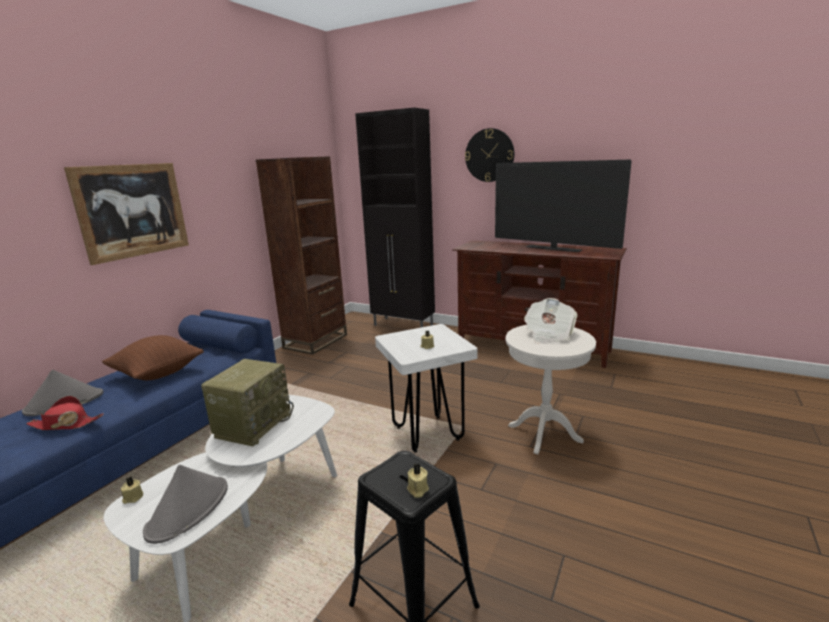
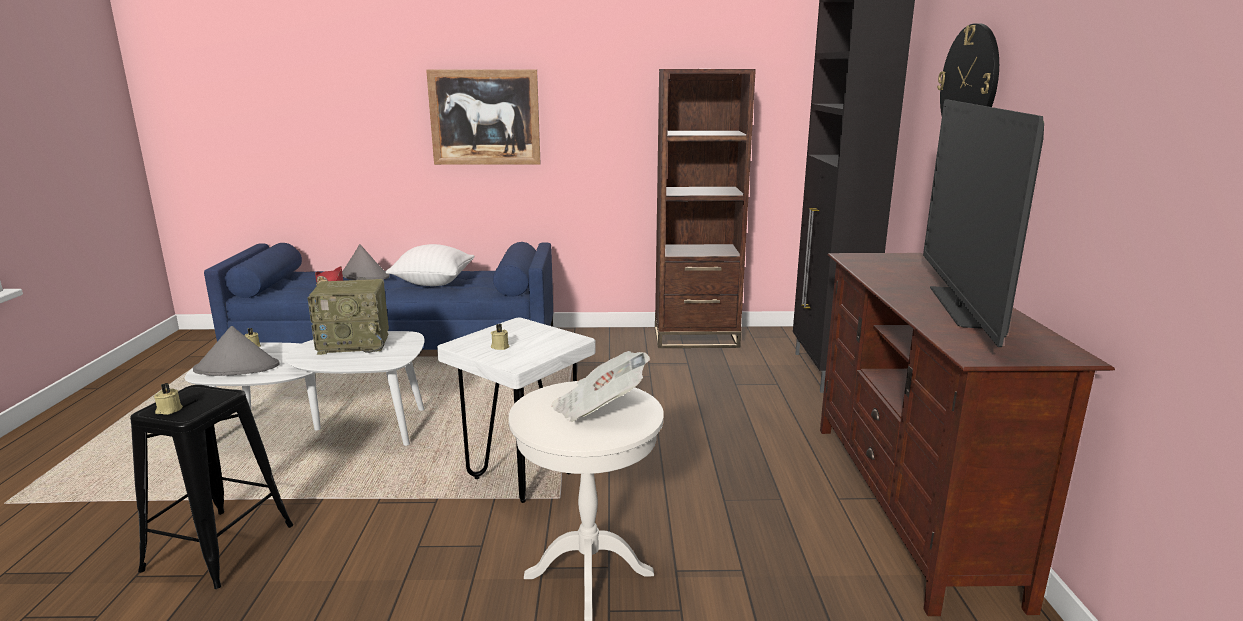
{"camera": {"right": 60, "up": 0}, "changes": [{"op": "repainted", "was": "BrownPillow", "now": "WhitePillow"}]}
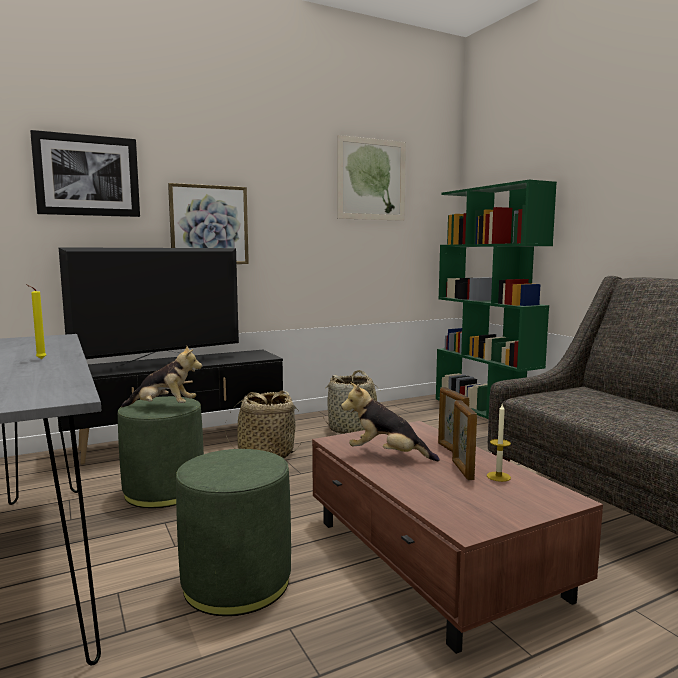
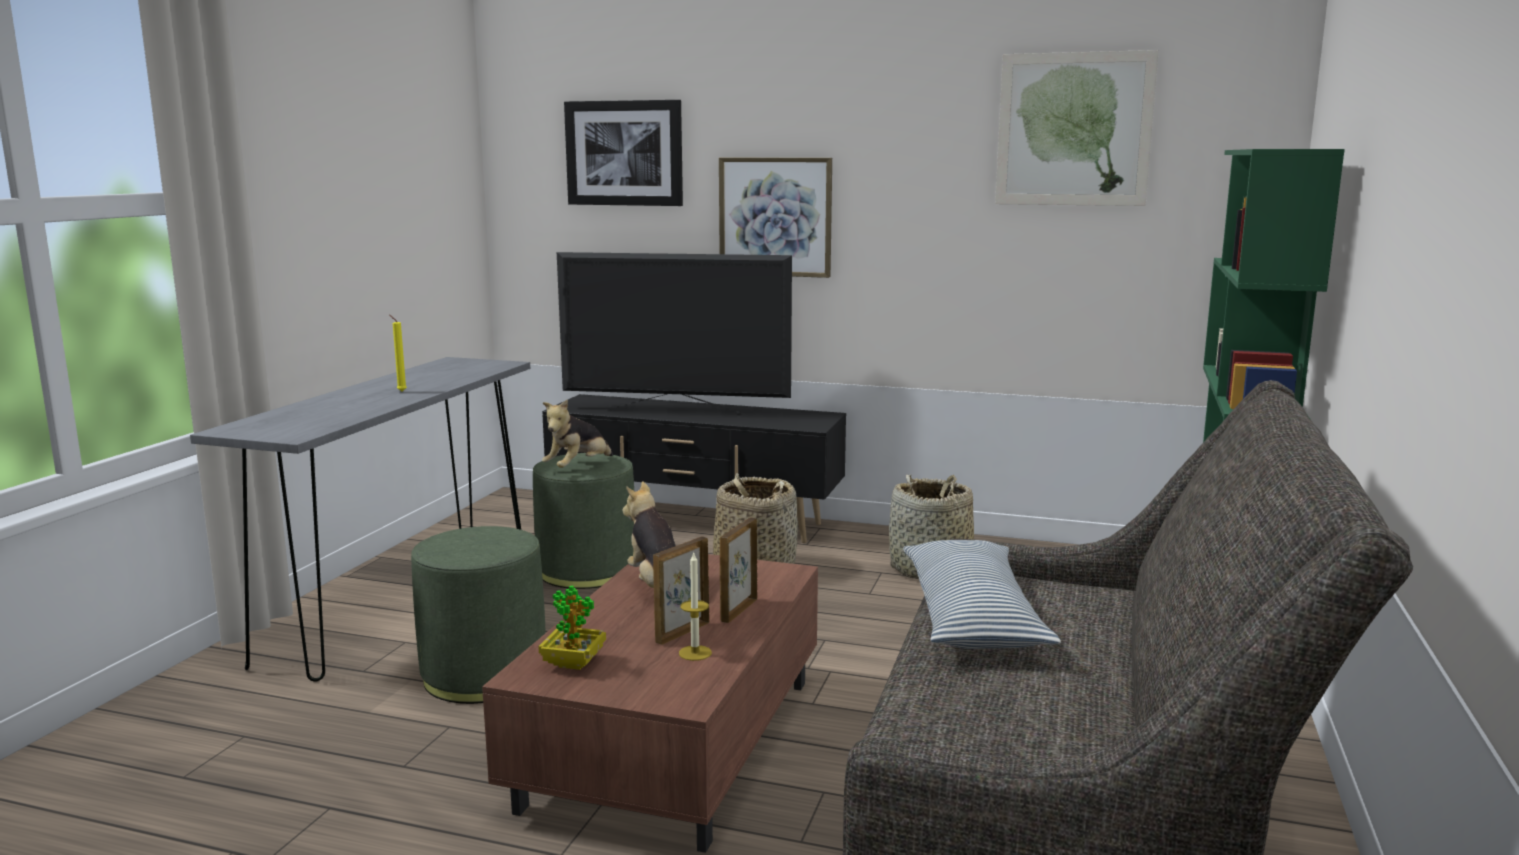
{"camera": {"right": 45, "up": 5}, "changes": [{"op": "rotated", "was": "PlushToy (no. 1 from left)", "clockwise": 75}, {"op": "new", "now": "Pillow"}, {"op": "new", "now": "PottedPlant"}]}
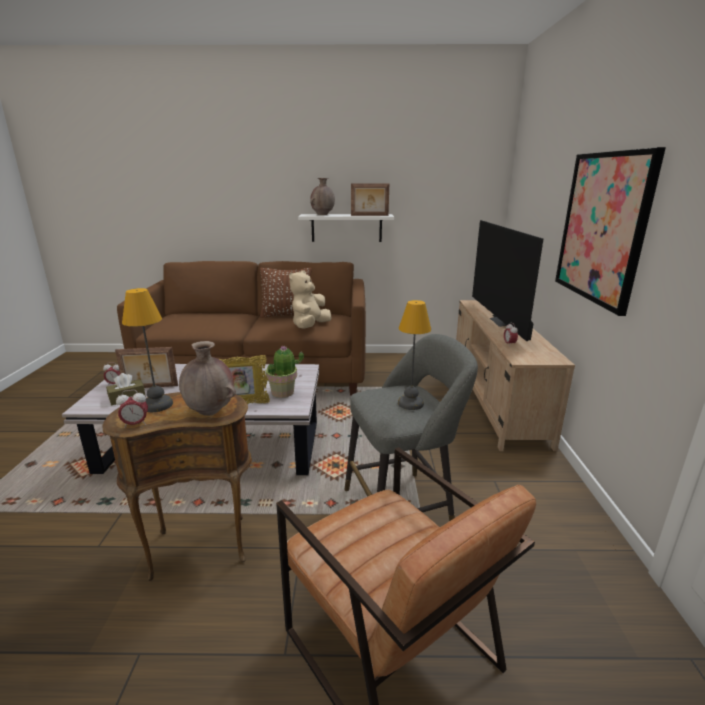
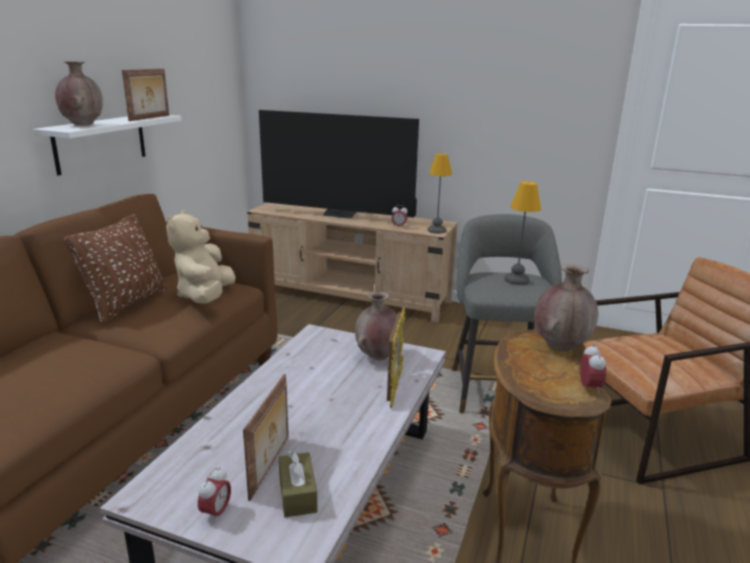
{"camera": {"right": -70, "up": 0}, "changes": [{"op": "gone", "was": "Picture"}, {"op": "rotated", "was": "BeigePlushToy", "clockwise": 45}, {"op": "shifted", "was": "TableLamp (no. 1 from left)"}, {"op": "swapped", "was": "PottedPlant", "now": "BrownVase (no. 2 from left)"}]}
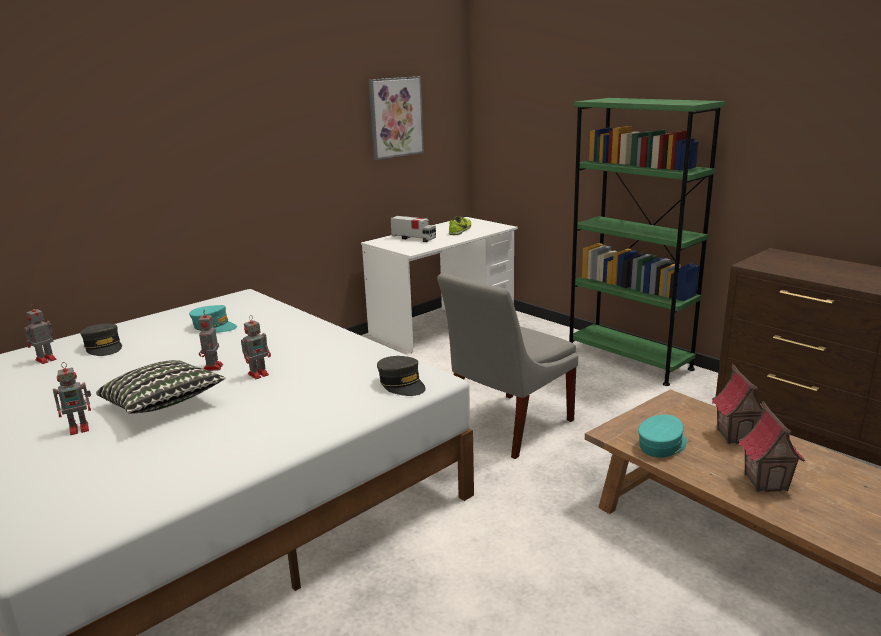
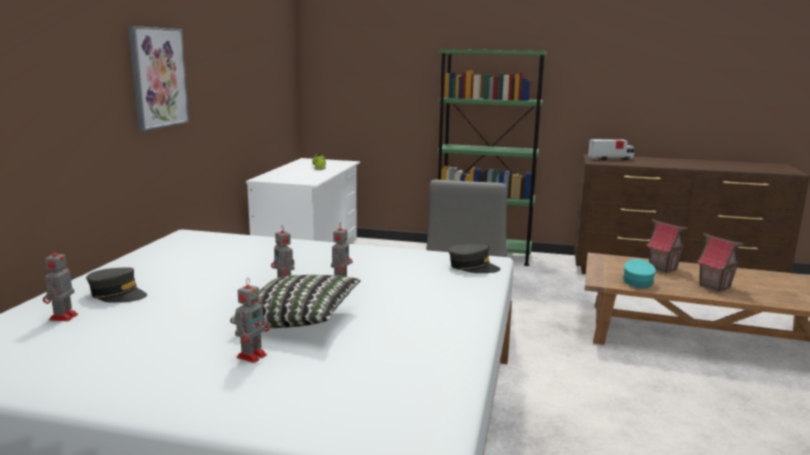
{"camera": {"right": -35, "up": -5}, "changes": [{"op": "shifted", "was": "Picture"}, {"op": "shifted", "was": "ToyTruck"}, {"op": "gone", "was": "TurquoiseCap (no. 1 from left)"}]}
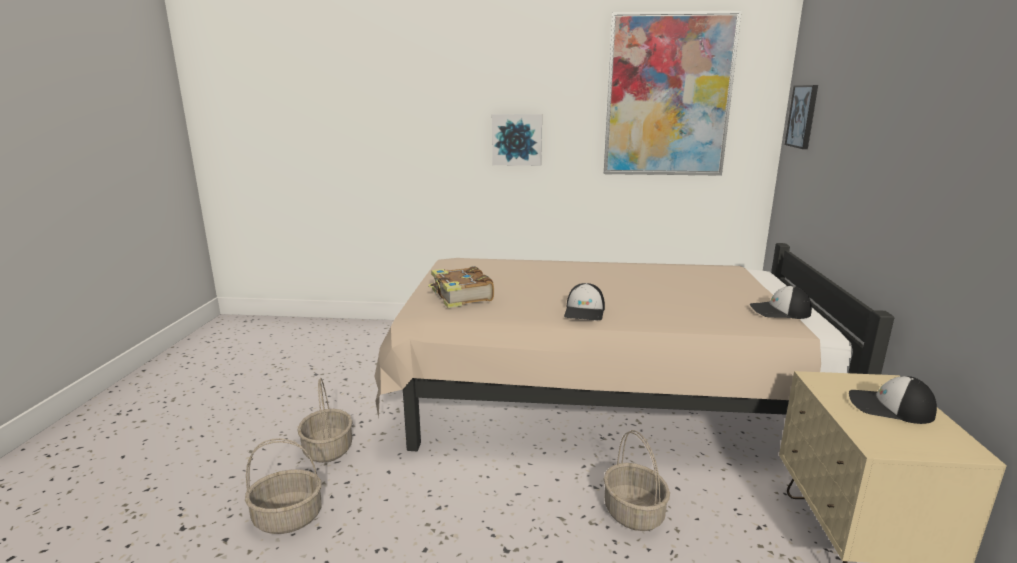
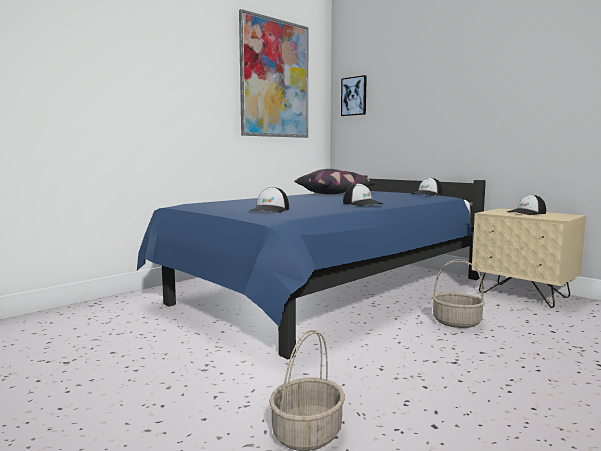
{"camera": {"right": -50, "up": -10}, "changes": [{"op": "gone", "was": "Picture (no. 1 from left)"}, {"op": "repainted", "was": "BeigeBed", "now": "BlueBed"}, {"op": "swapped", "was": "Book", "now": "Cap (no. 1 from left)"}, {"op": "gone", "was": "Basket (no. 2 from left)"}, {"op": "new", "now": "Pillow"}]}
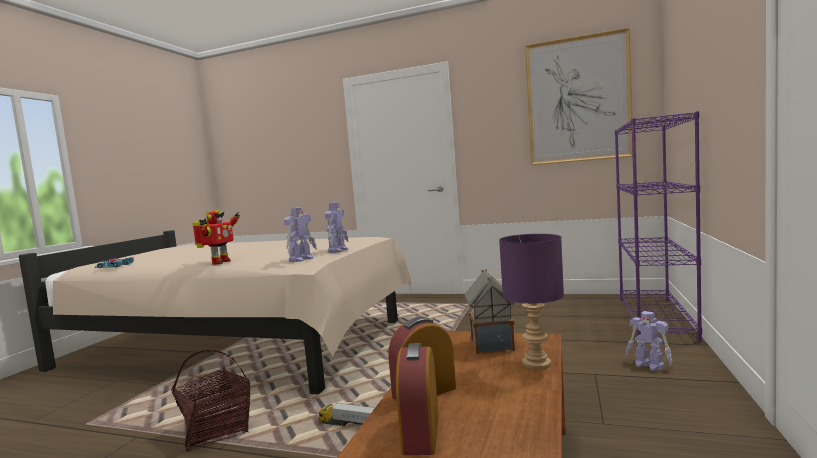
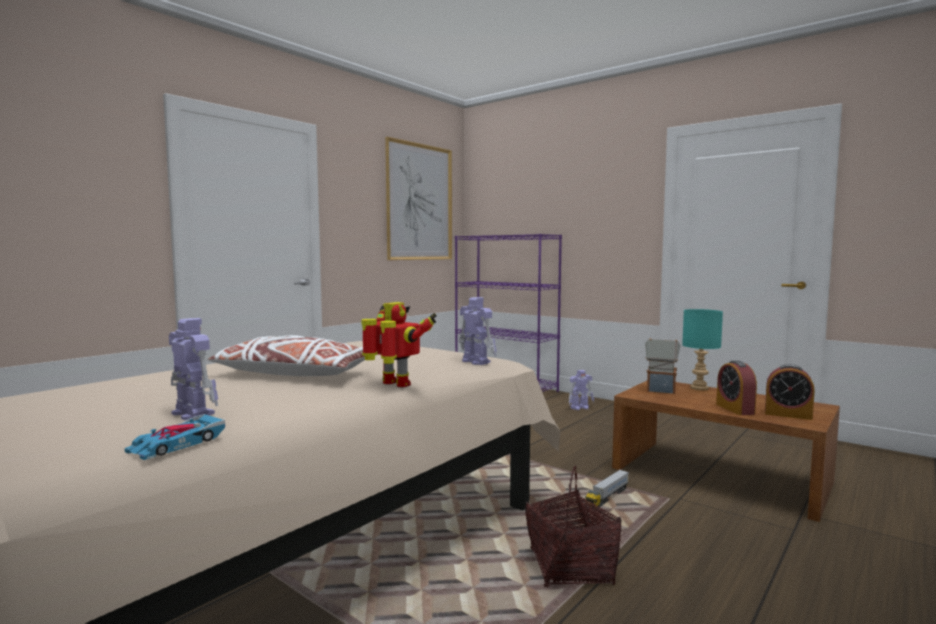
{"camera": {"right": -70, "up": 0}, "changes": [{"op": "shifted", "was": "ToyRobot (no. 3 from left in the first image)", "now": "ToyRobot (no. 1 from left)"}, {"op": "repainted", "was": "PurpleTableLamp", "now": "TurquoiseTableLamp"}, {"op": "new", "now": "WhitePillow"}]}
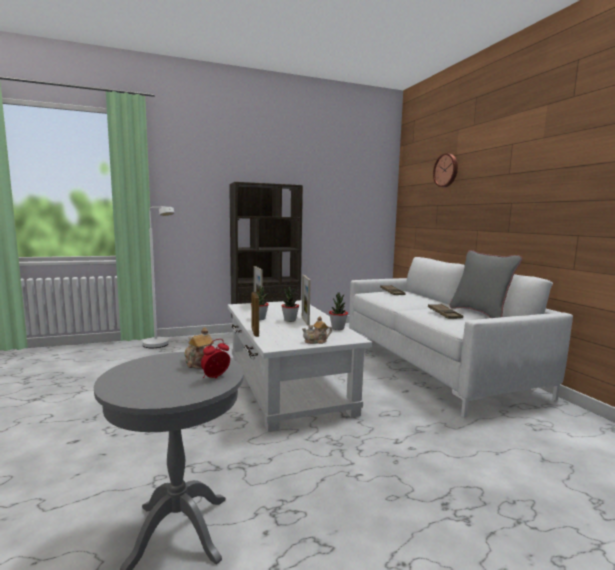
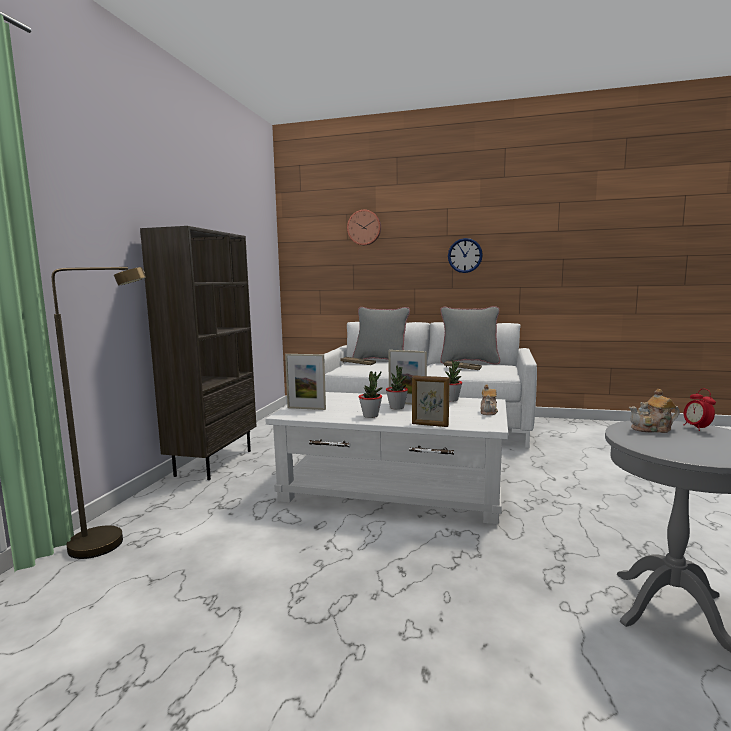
{"camera": {"right": -55, "up": 0}, "changes": [{"op": "repainted", "was": "WhiteFloorLamp", "now": "BrownFloorLamp"}, {"op": "new", "now": "WallClock (no. 2 from left)"}, {"op": "new", "now": "GreyPillow (no. 1 from left)"}]}
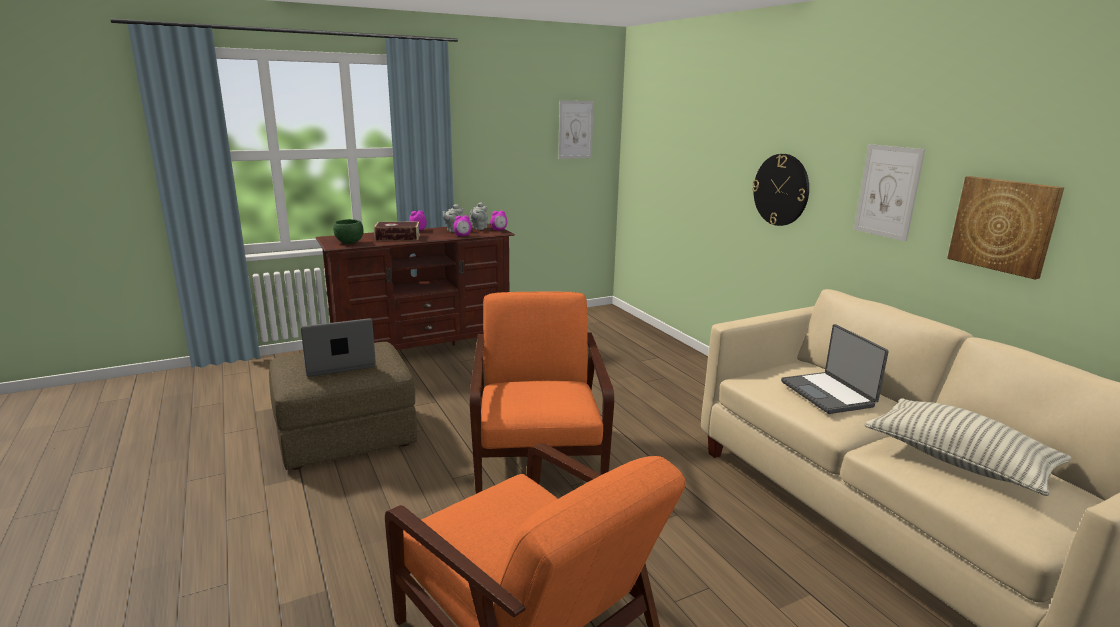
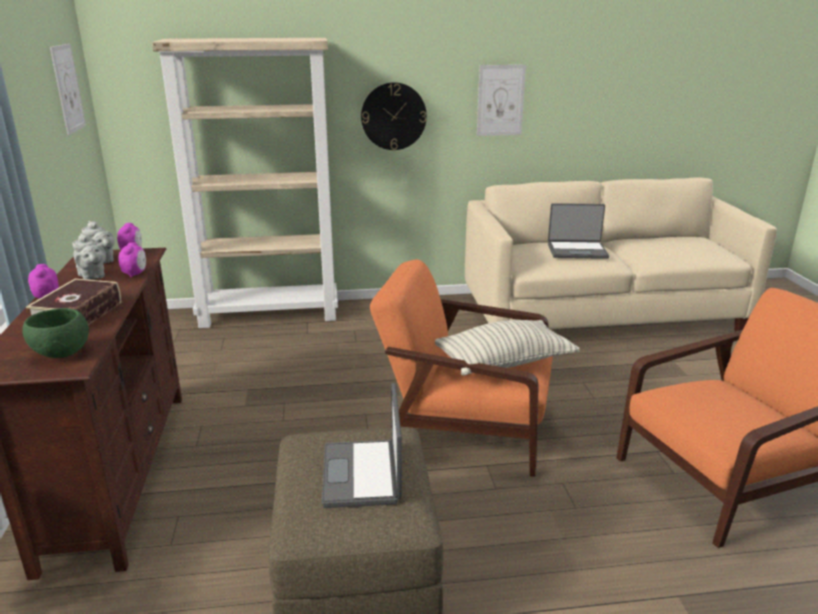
{"camera": {"right": -70, "up": 5}, "changes": [{"op": "gone", "was": "Picture (no. 3 from left)"}, {"op": "shifted", "was": "Pillow"}, {"op": "new", "now": "BeigeBookcase"}]}
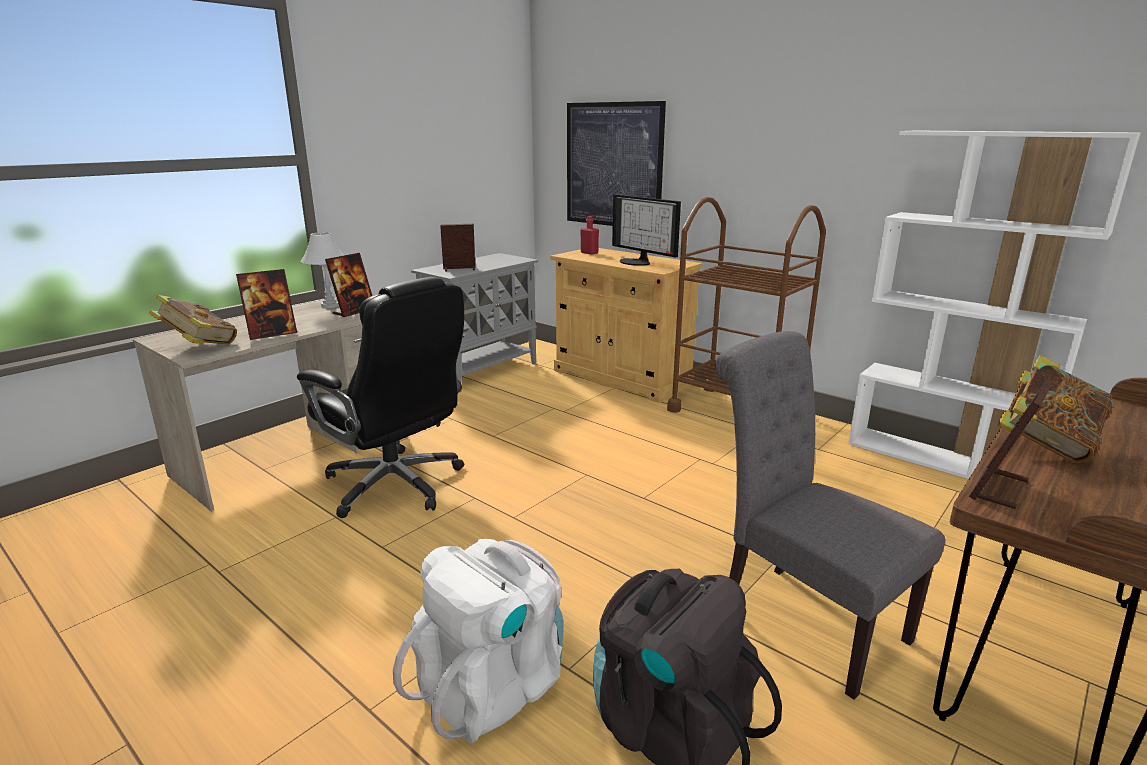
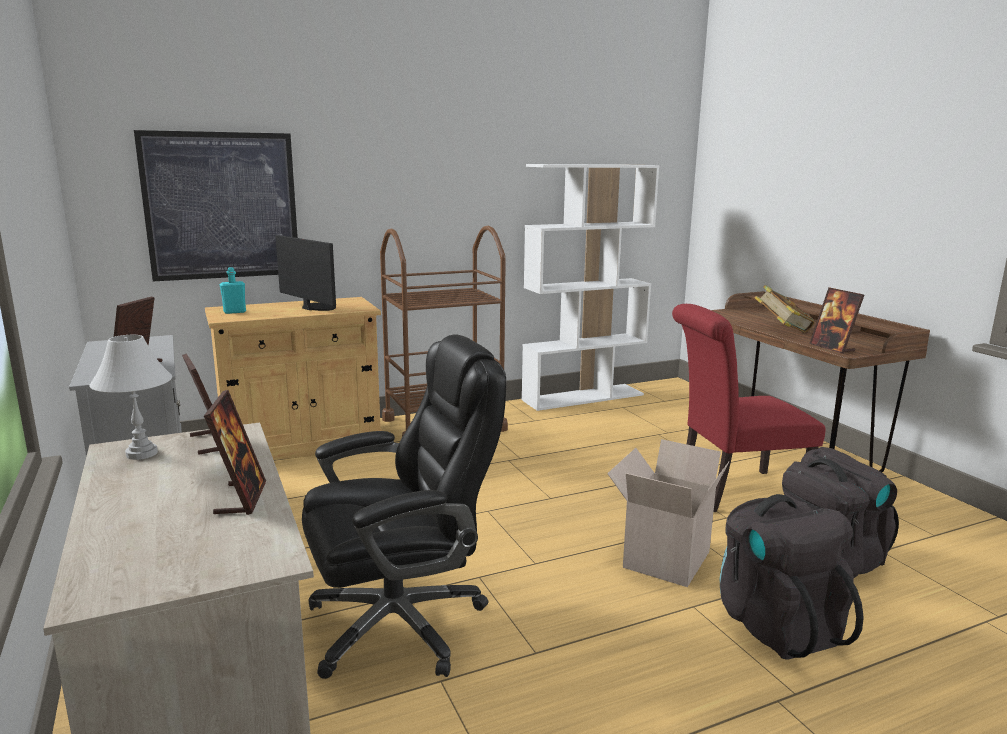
{"camera": {"right": -65, "up": -5}, "changes": [{"op": "rotated", "was": "Monitor", "clockwise": -120}, {"op": "repainted", "was": "RedBottle", "now": "TurquoiseBottle"}, {"op": "gone", "was": "Book (no. 1 from left)"}, {"op": "repainted", "was": "GreyChair", "now": "RedChair"}, {"op": "repainted", "was": "WhiteBackpack", "now": "BlackBackpack (no. 1 from left)"}, {"op": "new", "now": "CardboardBox"}]}
